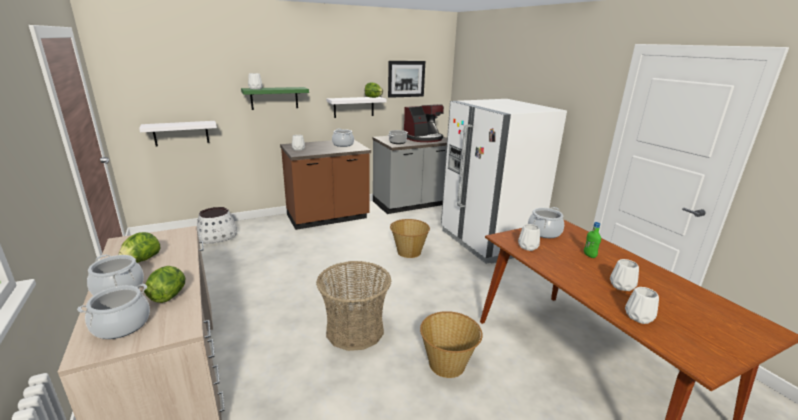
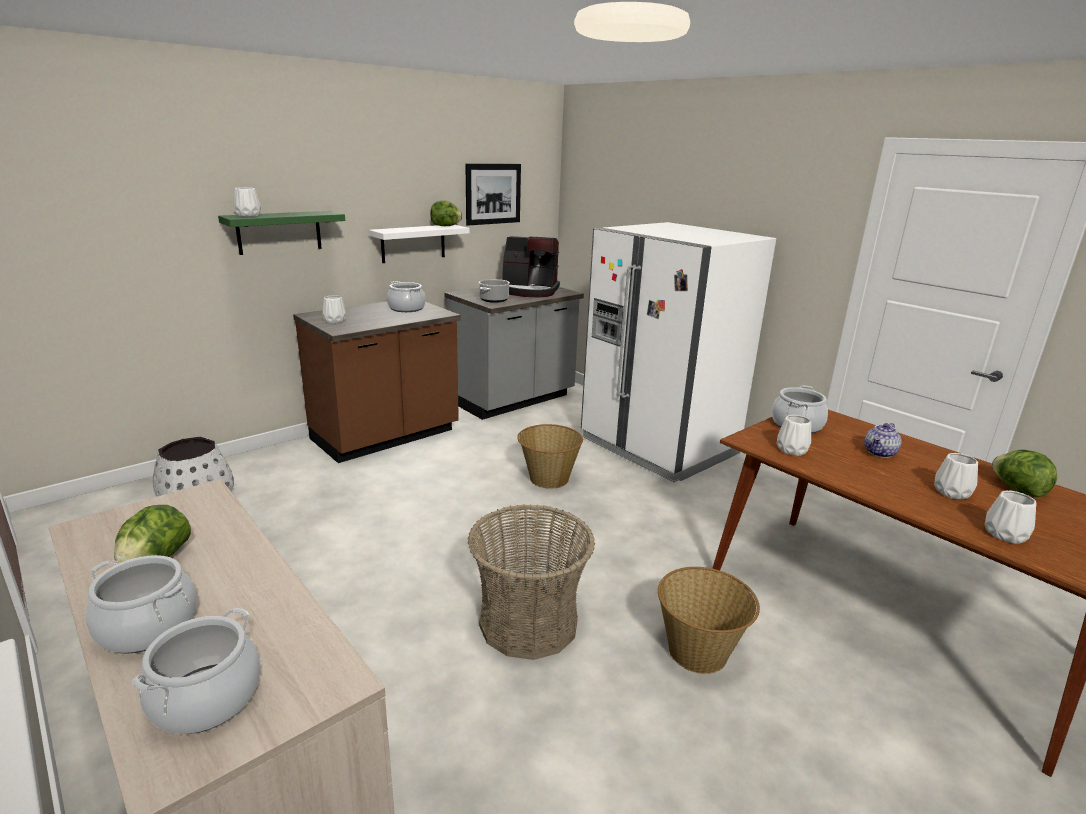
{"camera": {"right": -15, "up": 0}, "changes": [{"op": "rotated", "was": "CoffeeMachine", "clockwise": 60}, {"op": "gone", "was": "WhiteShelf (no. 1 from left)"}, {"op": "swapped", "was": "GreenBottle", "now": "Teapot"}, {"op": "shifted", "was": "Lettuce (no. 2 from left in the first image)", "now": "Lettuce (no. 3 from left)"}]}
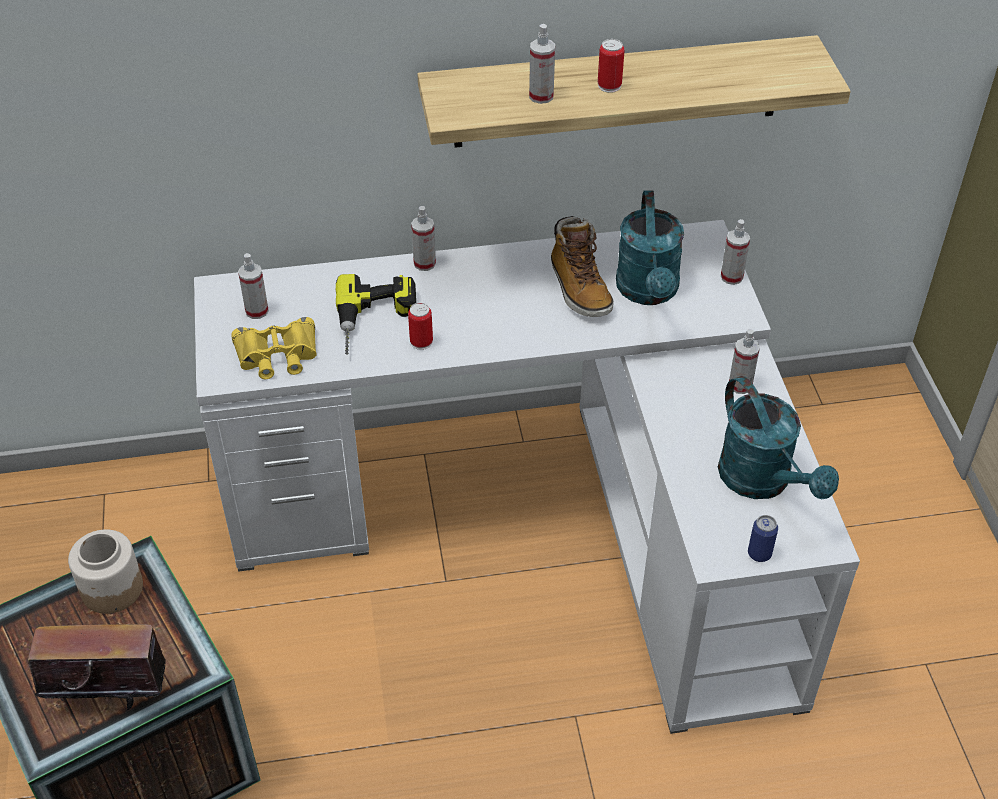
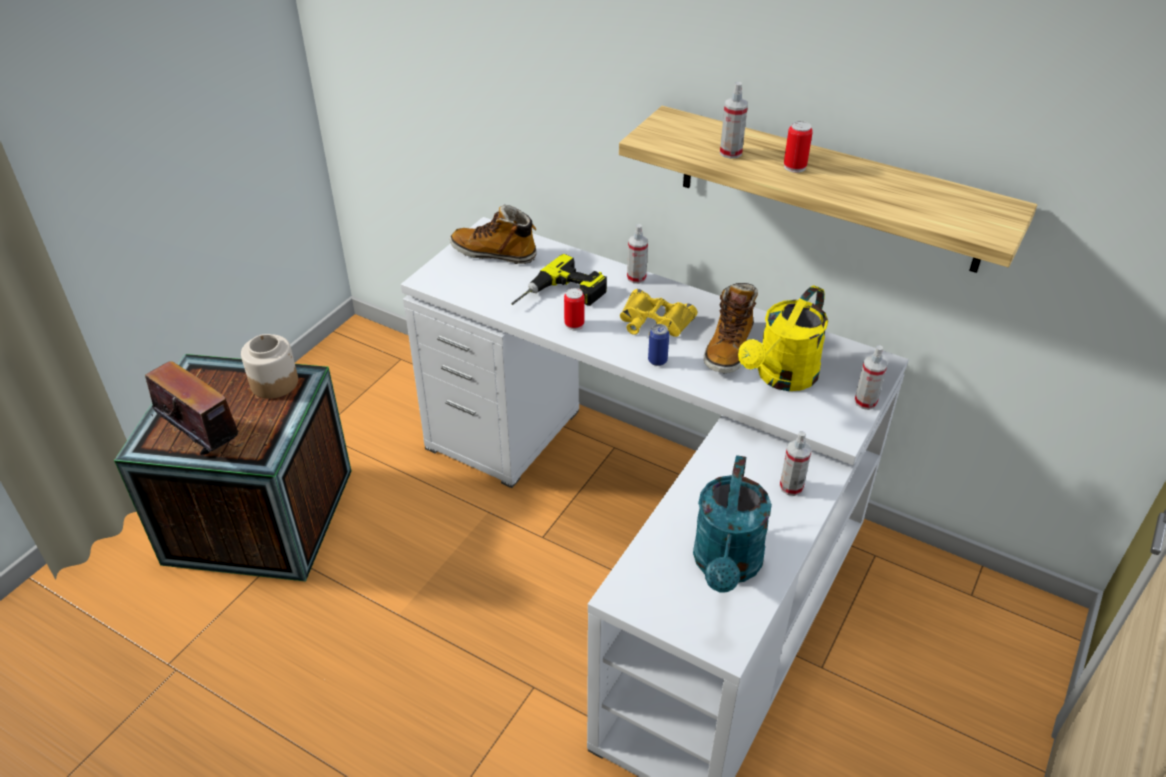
{"camera": {"right": 40, "up": -5}, "changes": [{"op": "repainted", "was": "TurquoiseWateringCan (no. 1 from left)", "now": "YellowWateringCan"}, {"op": "swapped", "was": "SprayBottle (no. 1 from left)", "now": "Boot (no. 1 from left)"}, {"op": "shifted", "was": "YellowBinoculars"}, {"op": "shifted", "was": "Can (no. 3 from left in the first image)", "now": "Can (no. 2 from left)"}]}
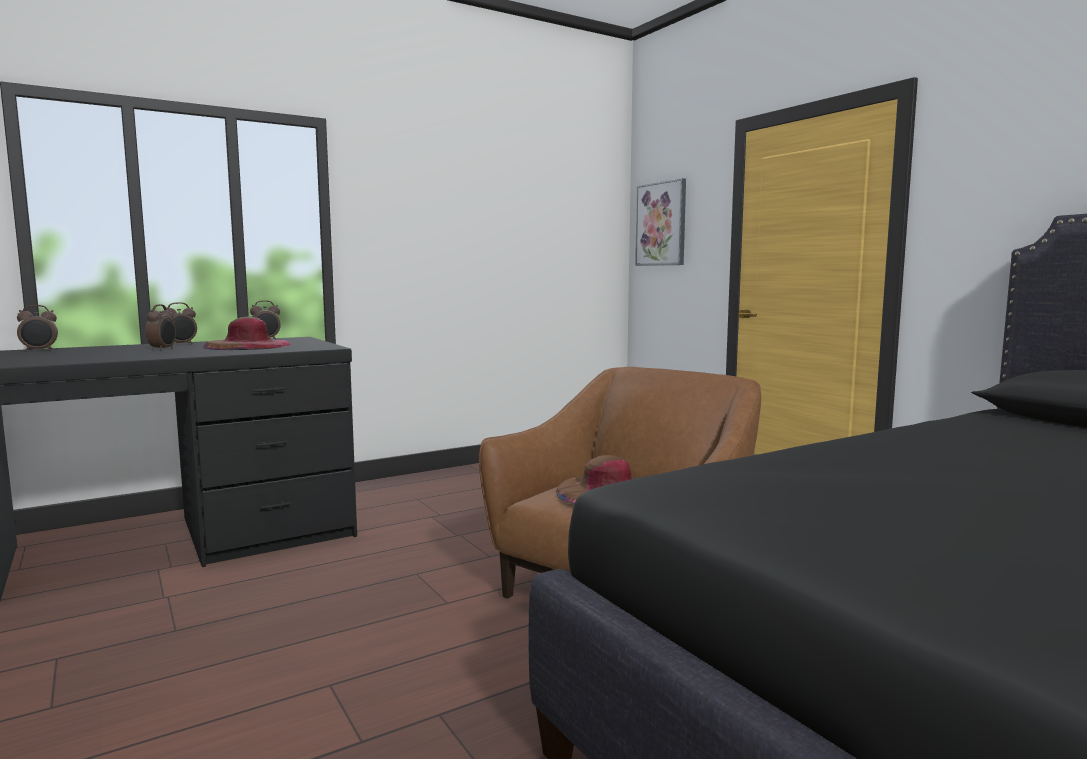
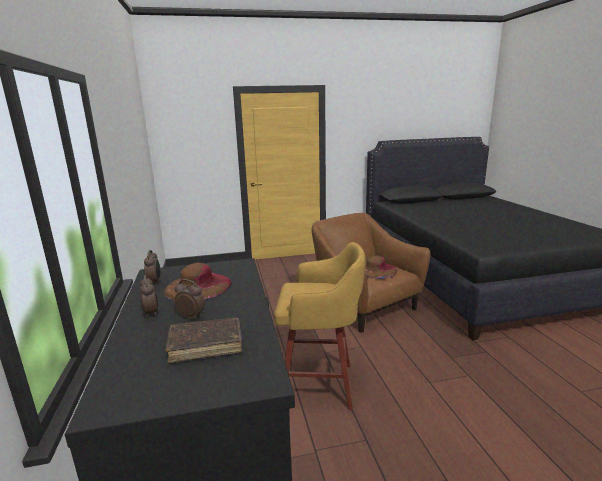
{"camera": {"right": -70, "up": 10}, "changes": [{"op": "gone", "was": "Picture"}, {"op": "gone", "was": "AlarmClock (no. 1 from left)"}, {"op": "new", "now": "YellowStool"}, {"op": "new", "now": "BrownBook"}]}
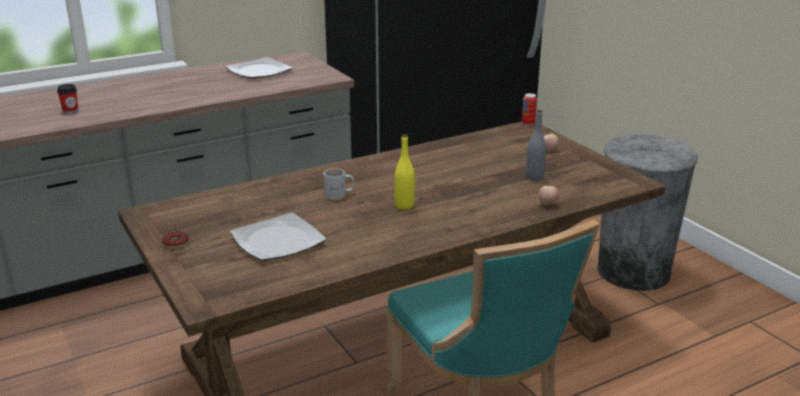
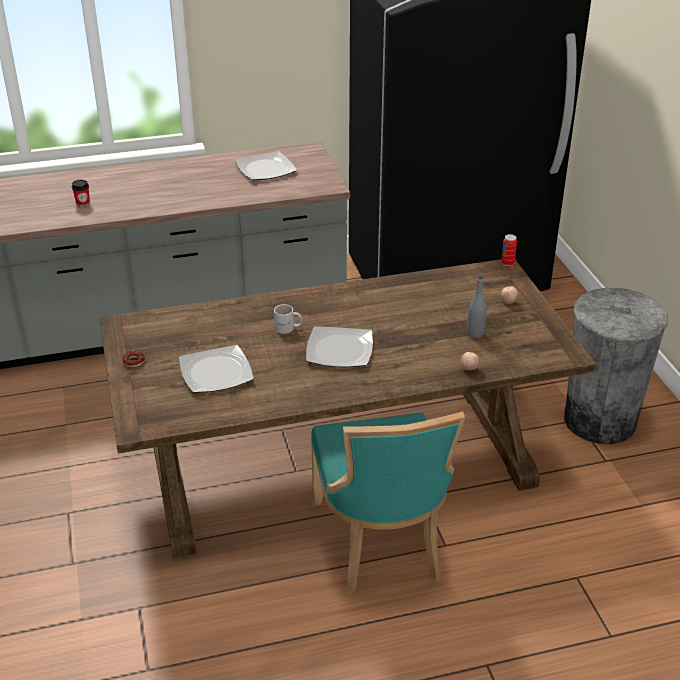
{"camera": {"right": 15, "up": 10}, "changes": [{"op": "swapped", "was": "YellowBottle", "now": "Plate (no. 3 from left)"}]}
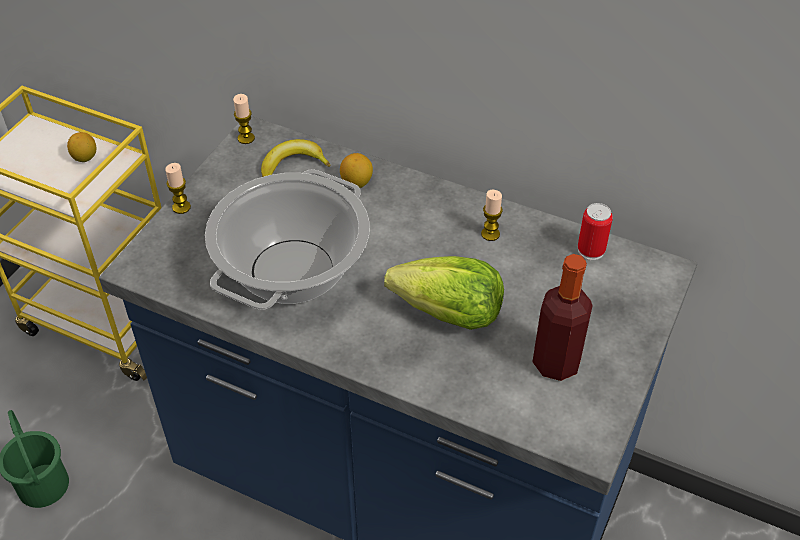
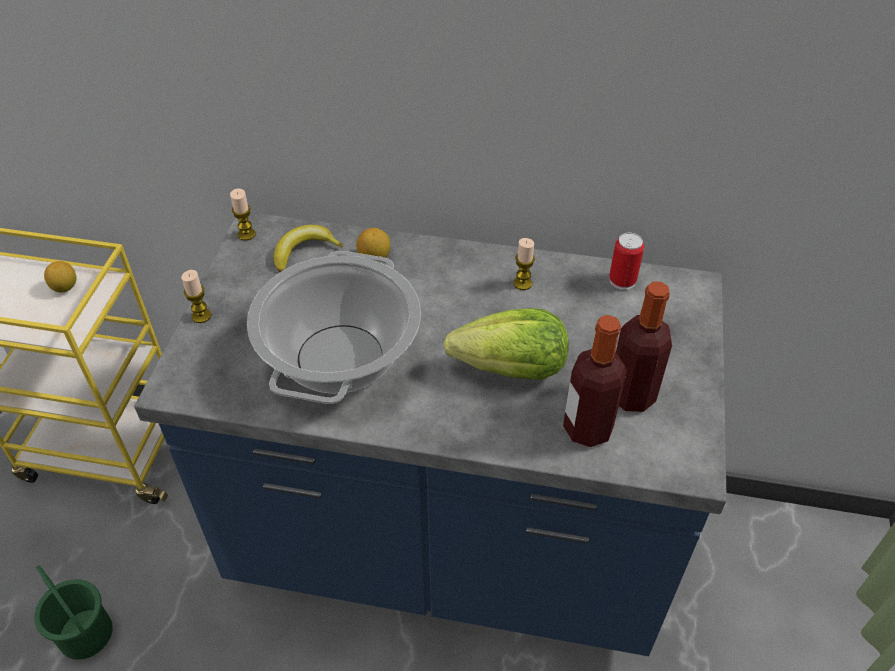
{"camera": {"right": -15, "up": 0}, "changes": [{"op": "new", "now": "Bottle (no. 1 from left)"}]}
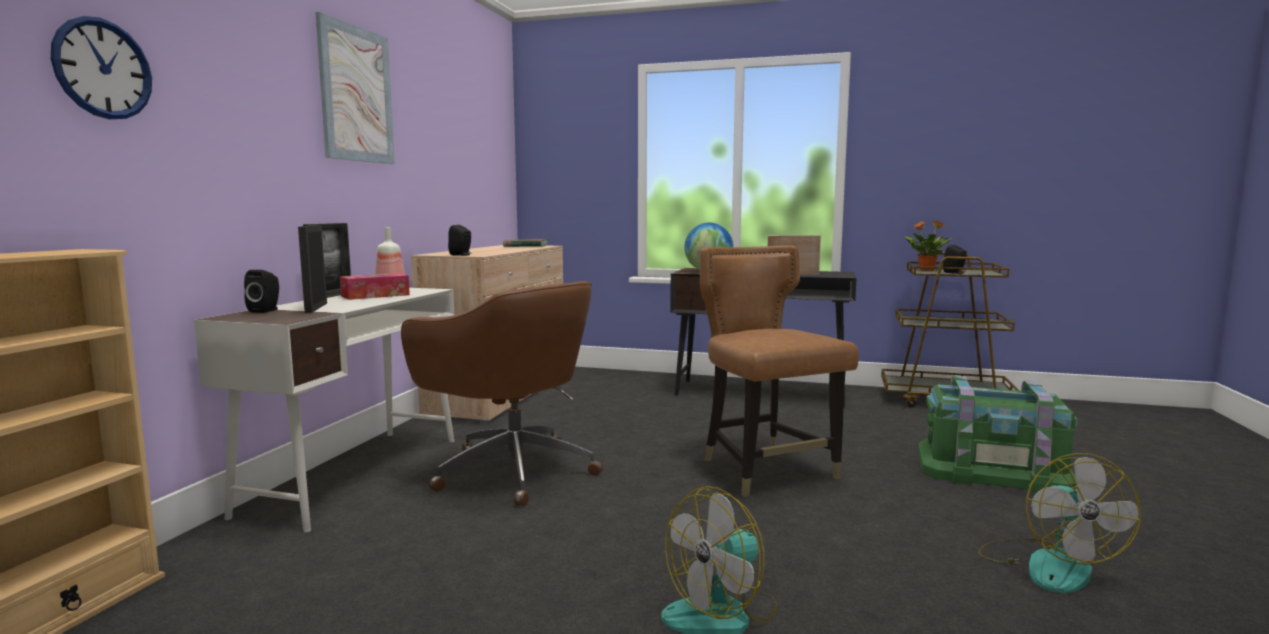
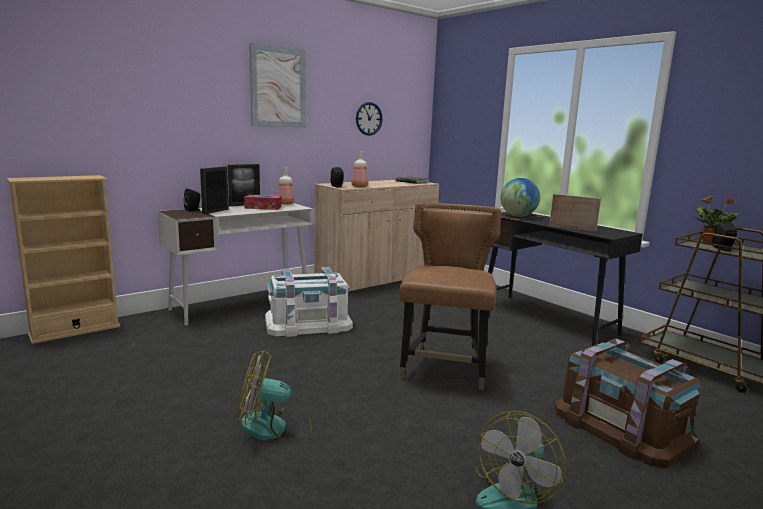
{"camera": {"right": 35, "up": 5}, "changes": [{"op": "shifted", "was": "WallClock"}, {"op": "swapped", "was": "BrownOfficeChair", "now": "WhiteStorageBox"}, {"op": "repainted", "was": "GreenStorageBox", "now": "BrownStorageBox"}, {"op": "new", "now": "Bottle (no. 2 from left)"}]}
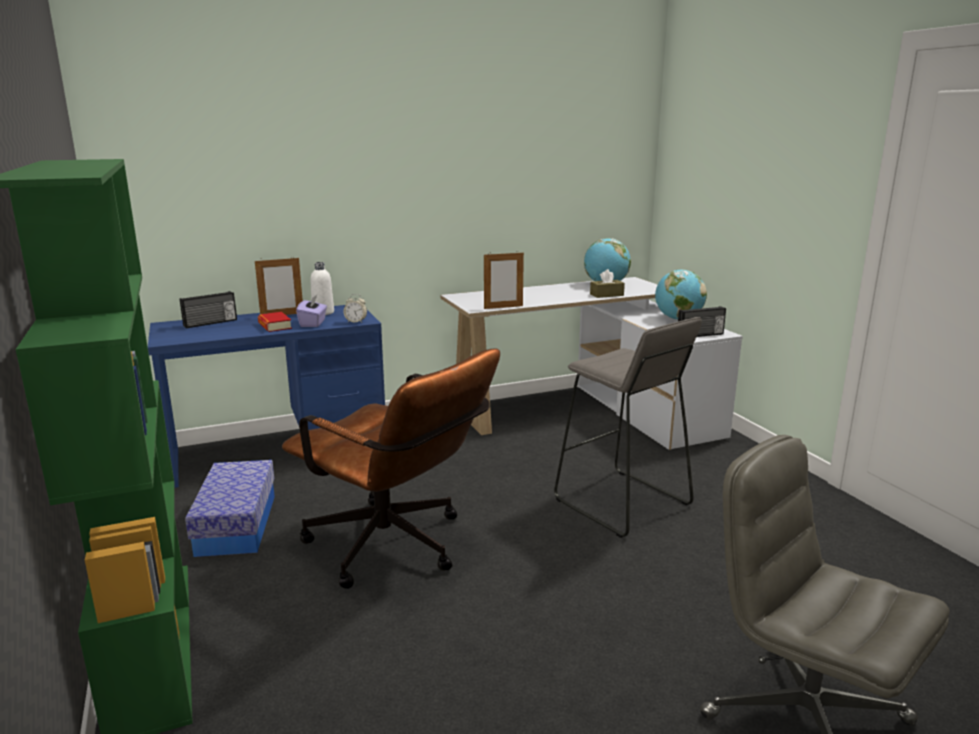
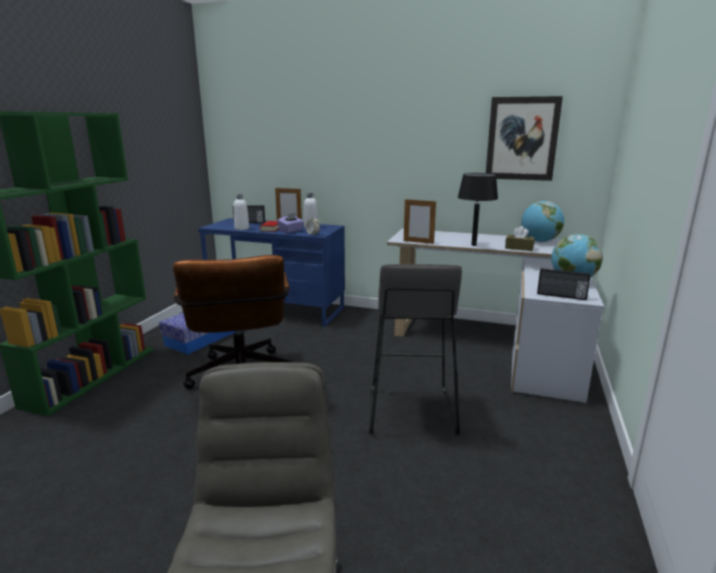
{"camera": {"right": 40, "up": 0}, "changes": [{"op": "new", "now": "Picture"}, {"op": "new", "now": "BlackTableLamp"}, {"op": "new", "now": "WhiteBottle (no. 1 from left)"}]}
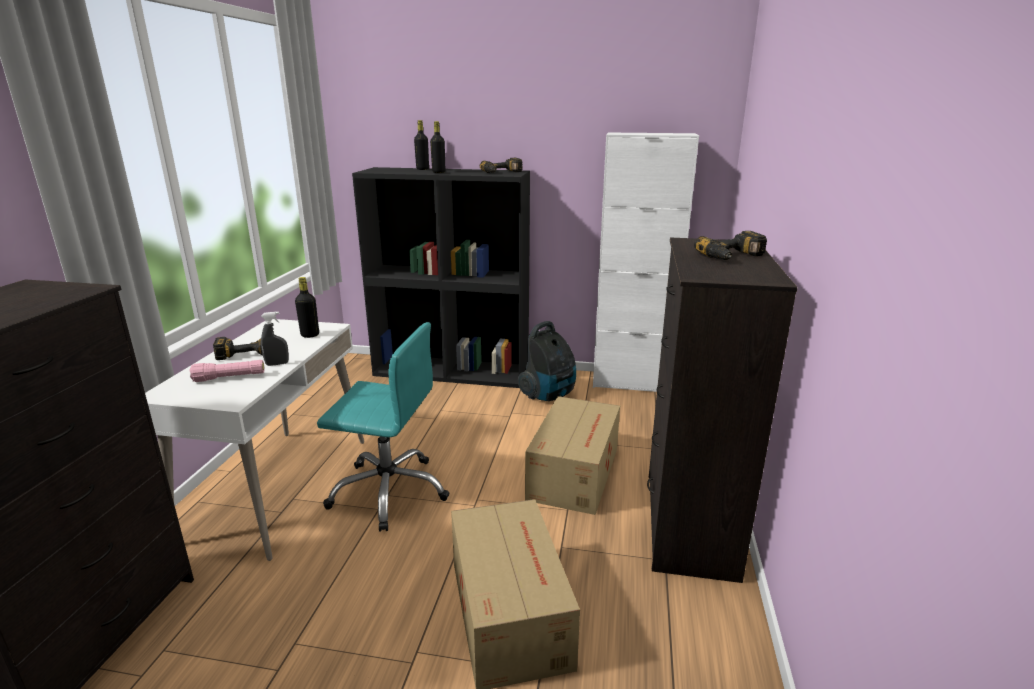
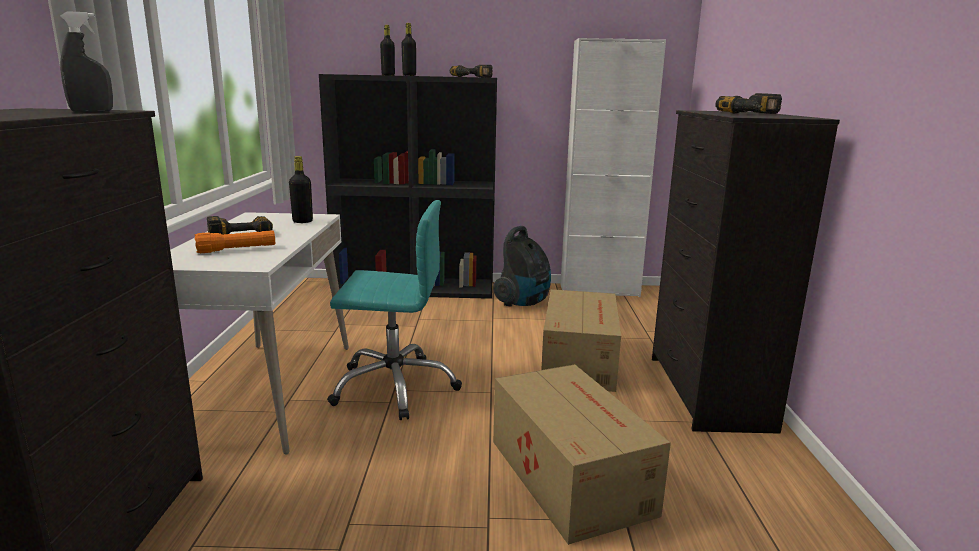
{"camera": {"right": -10, "up": -5}, "changes": [{"op": "shifted", "was": "GreySprayBottle"}, {"op": "repainted", "was": "PinkFlashlight", "now": "OrangeFlashlight"}]}
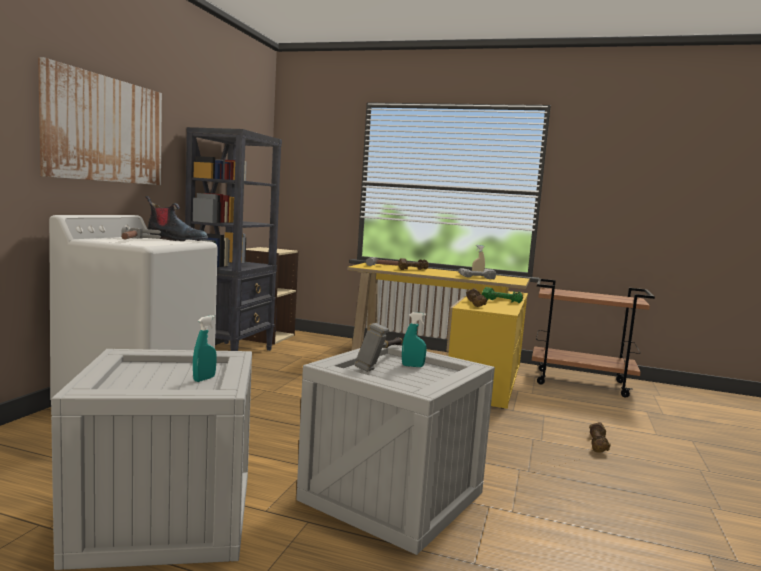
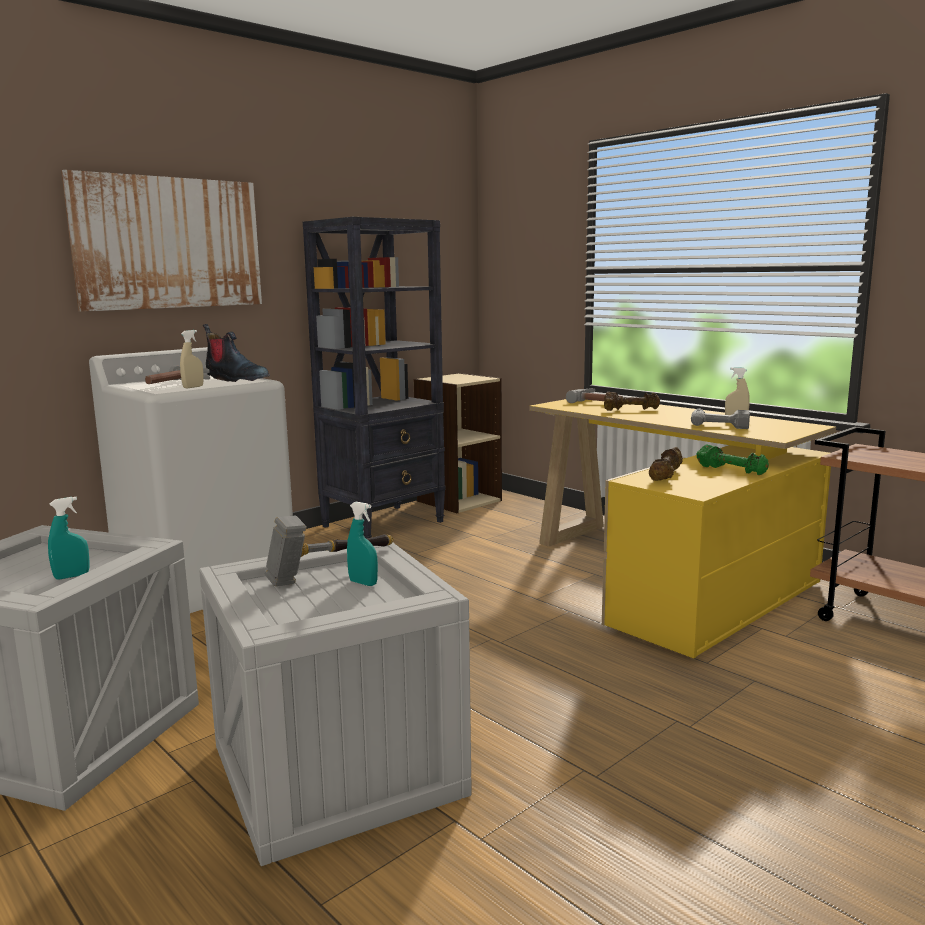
{"camera": {"right": 30, "up": 5}, "changes": [{"op": "gone", "was": "BrownDumbbell (no. 3 from left)"}, {"op": "new", "now": "BeigeSprayBottle (no. 1 from left)"}]}
